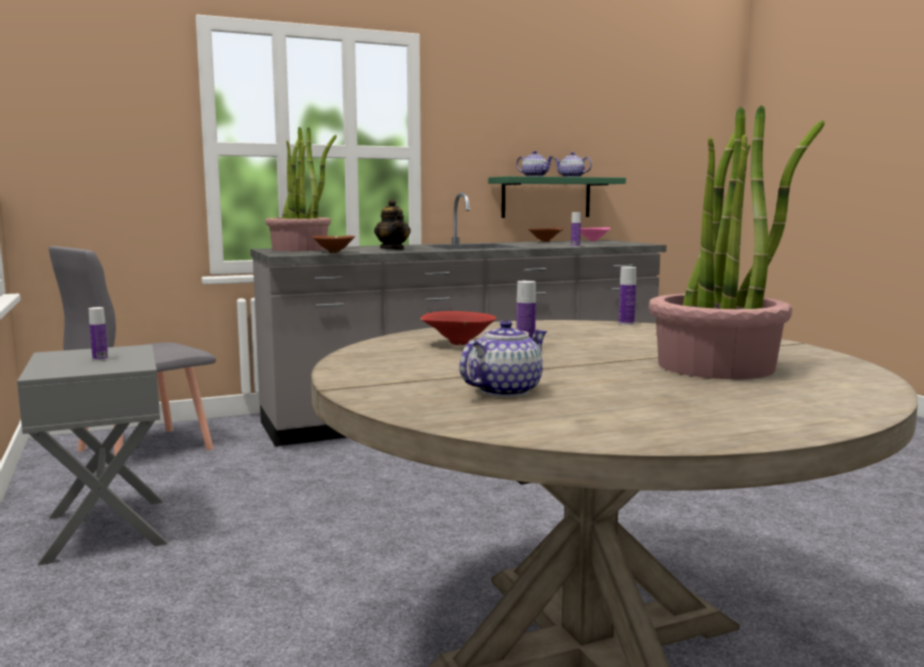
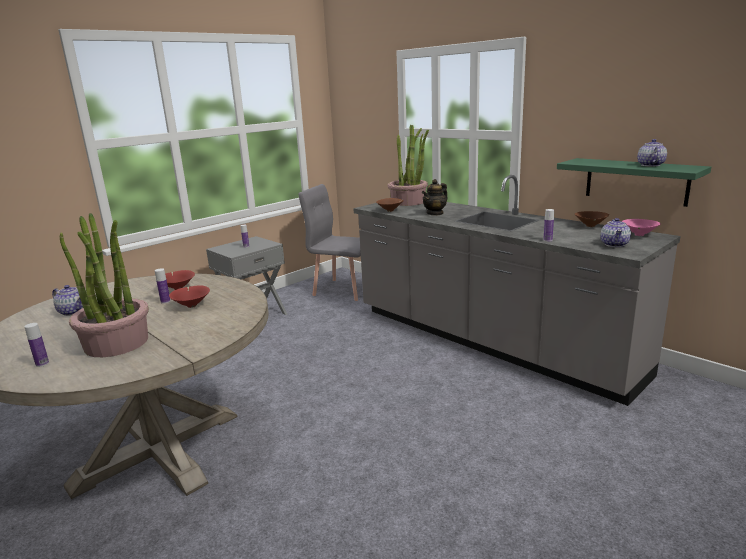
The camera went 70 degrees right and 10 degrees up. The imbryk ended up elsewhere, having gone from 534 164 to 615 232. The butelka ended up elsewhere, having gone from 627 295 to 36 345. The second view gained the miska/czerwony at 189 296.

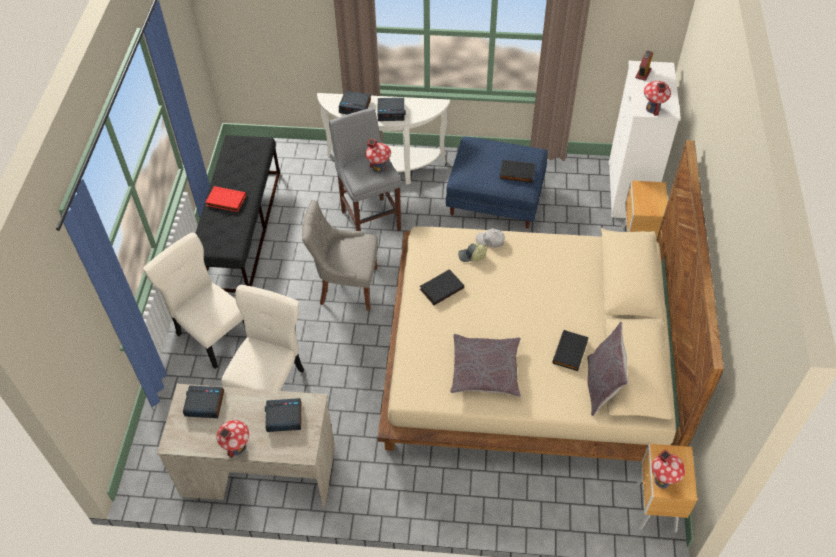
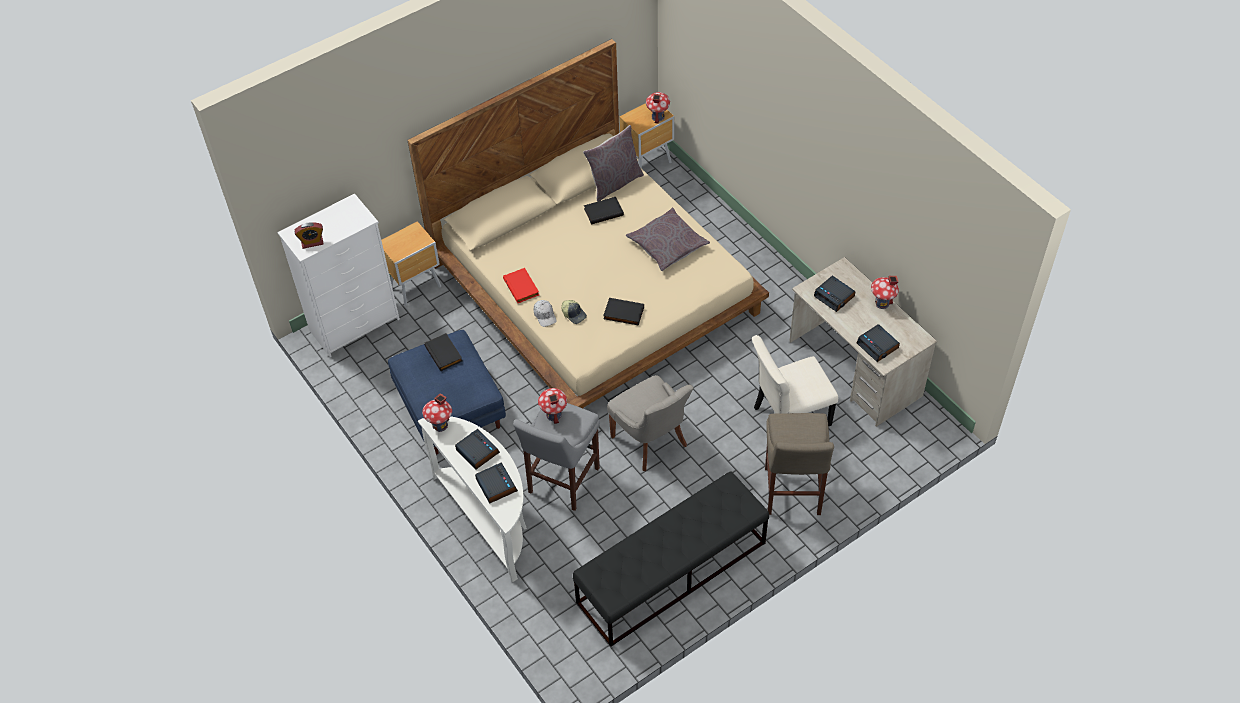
The camera went 130 degrees left and 0 degrees up. Where the krzesło/beżowy stood at 194 301, the stołek/beżowy came to stand at 799 464. The książka/czerwony ended up elsewhere, having gone from 226 199 to 521 285. The domek ended up elsewhere, having gone from 657 98 to 437 412.

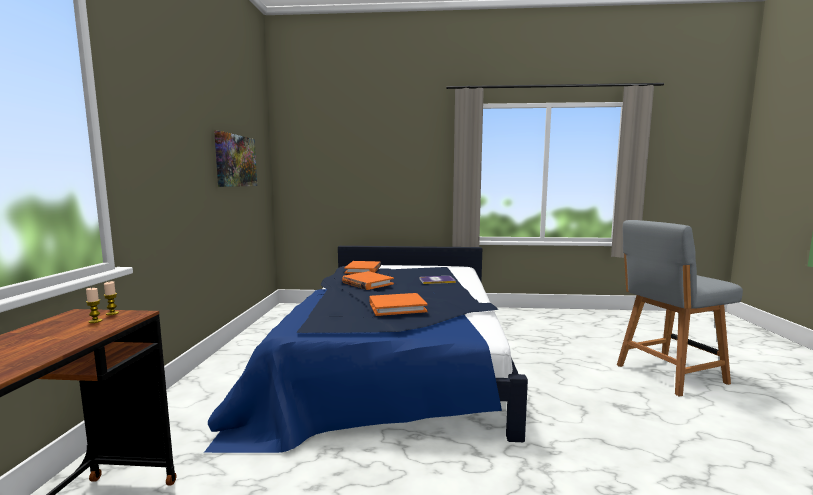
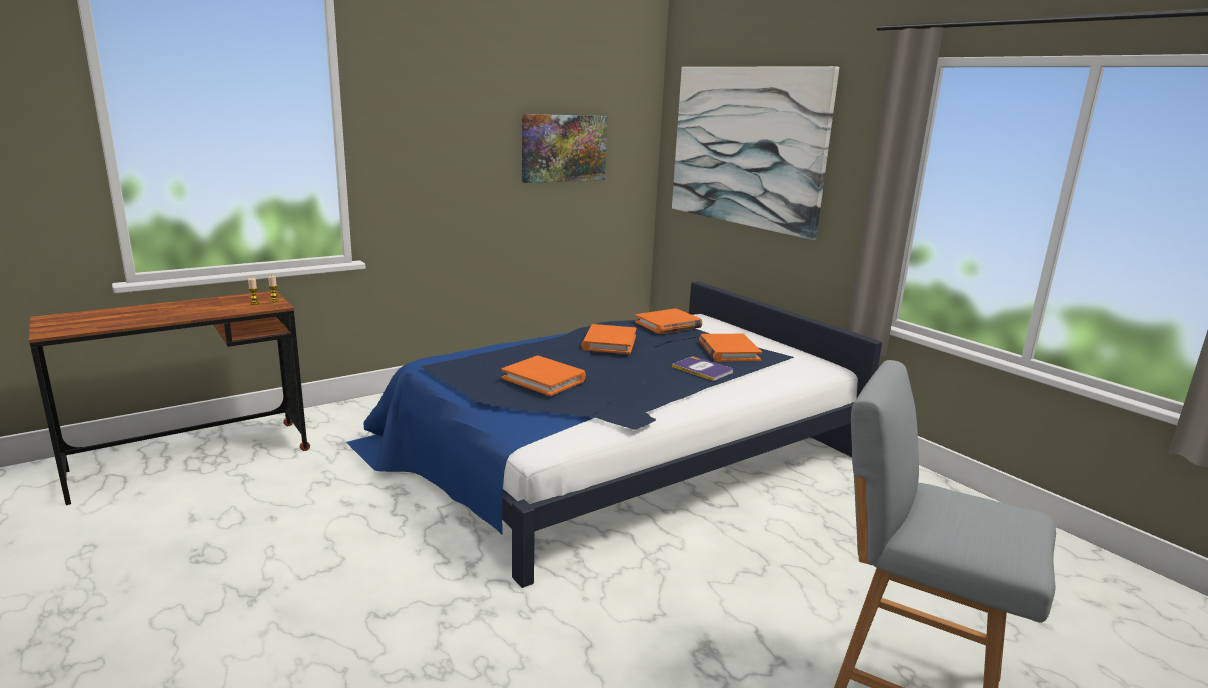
The camera went 50 degrees right and 10 degrees up. The second view gained the obraz at 755 153. The second view gained the książka/pomarańczowy at 730 348.

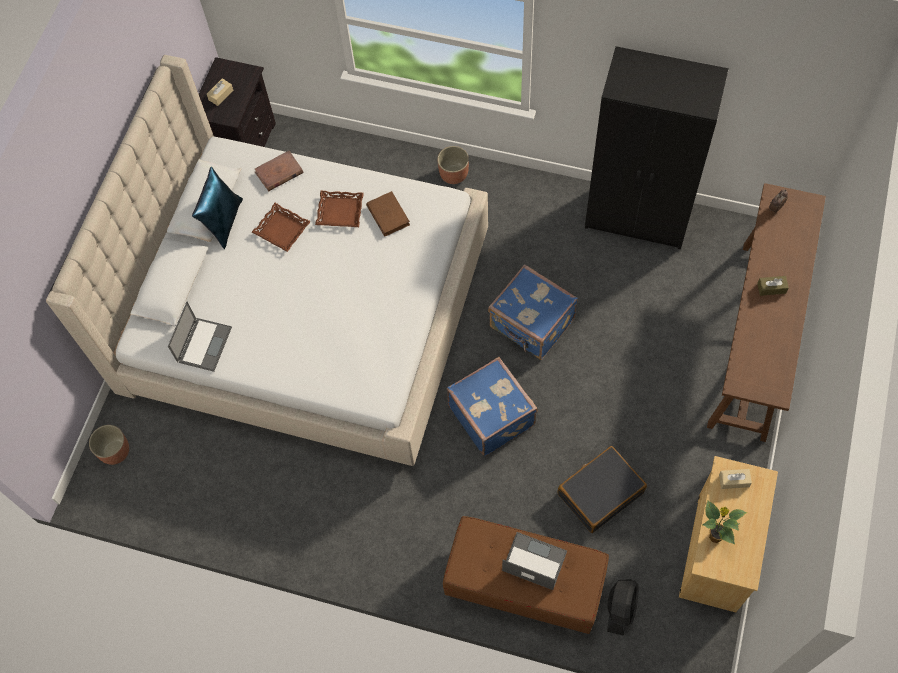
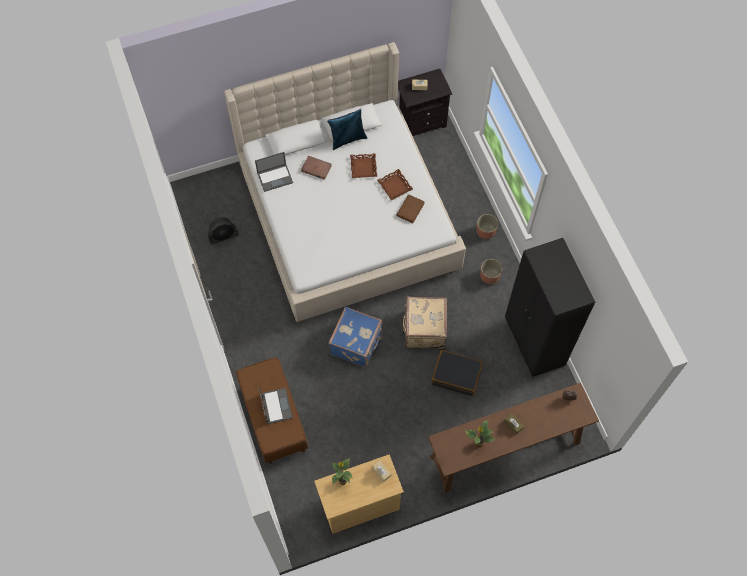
The camera went 50 degrees right and 0 degrees up. The donica ended up elsewhere, having gone from 109 445 to 491 271. The książka/brązowy ended up elsewhere, having gone from 279 171 to 316 168. What was the walizka/niebieski at 533 312 turned into the walizka/beżowy at 424 322. The walizka/czarny ended up elsewhere, having gone from 602 489 to 457 373. The wentylator/czarny ended up elsewhere, having gone from 623 607 to 223 230. The second view gained the roślina doniczkowa at 480 433.

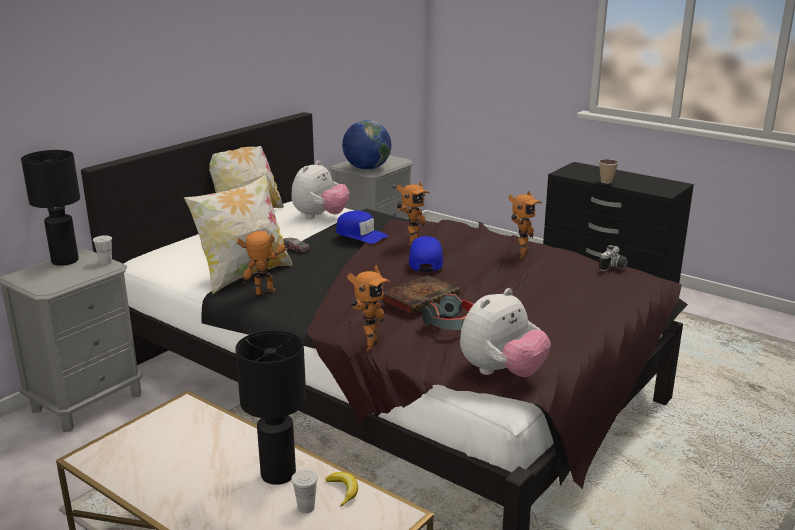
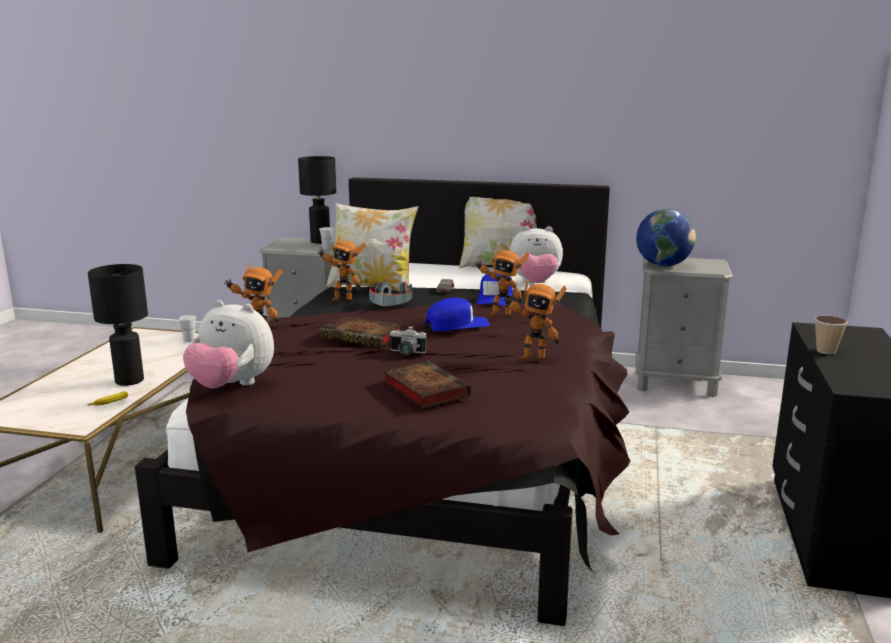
The camera went 65 degrees right and 5 degrees down. The robot zabawkowy at 264 263 ended up facing another way, 150 degrees clockwise from before. The filiżanka/biały ended up elsewhere, having gone from 304 491 to 187 328. The słuchawki ended up elsewhere, having gone from 448 311 to 391 293. The aparat fotograficzny ended up elsewhere, having gone from 613 258 to 408 340. The second view gained the książka at 427 385.

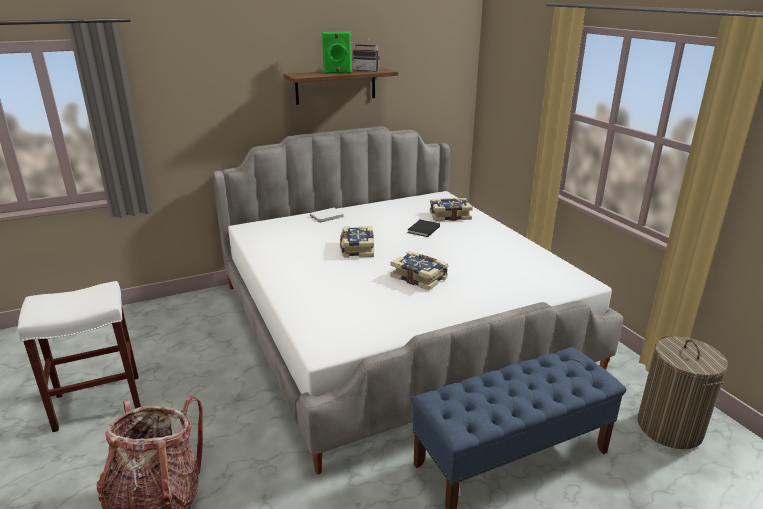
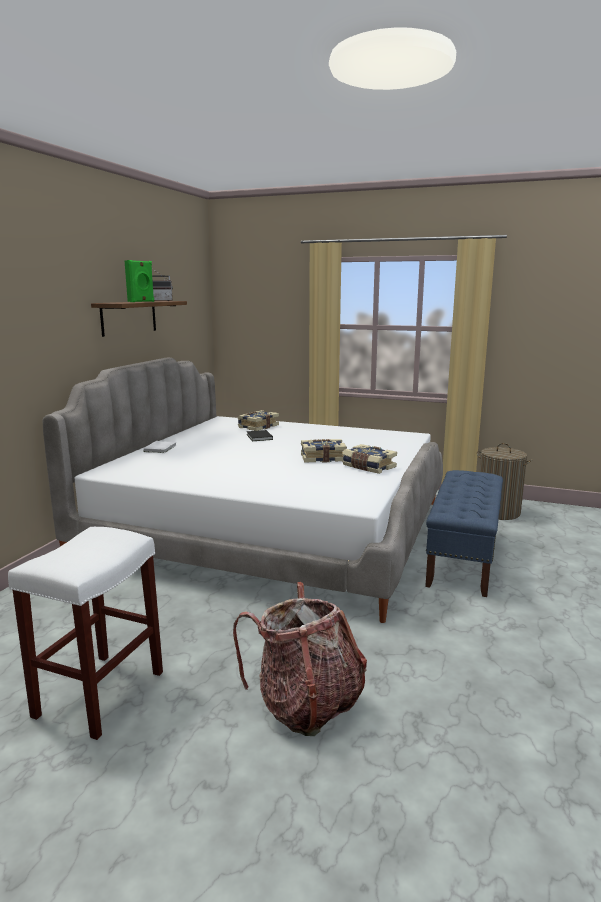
The camera went 45 degrees left and 10 degrees down. The książka ended up elsewhere, having gone from 357 242 to 369 459.

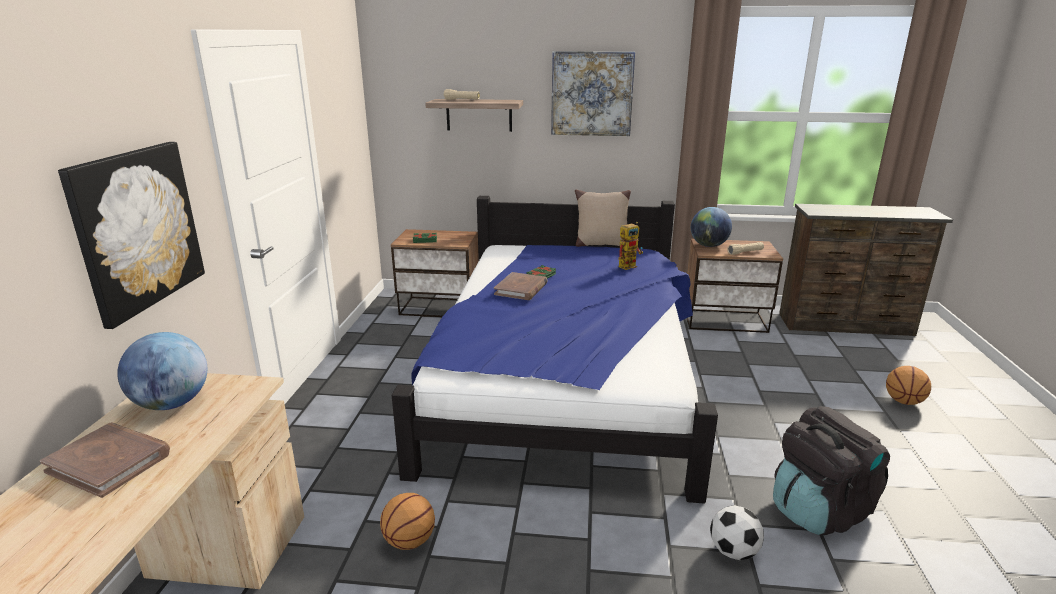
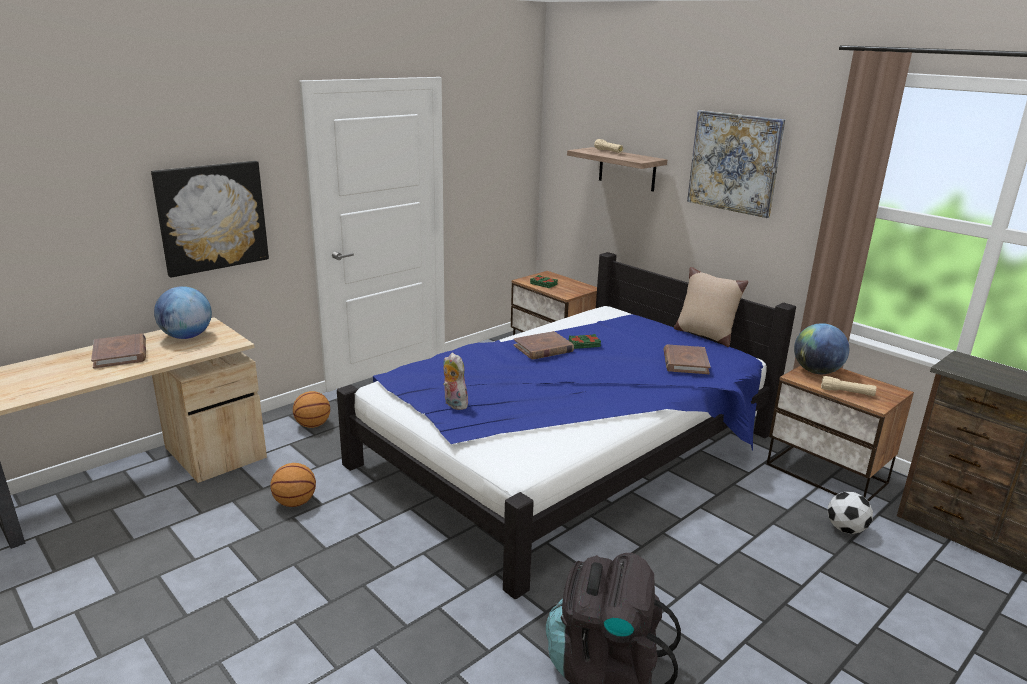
The camera went 40 degrees right and 0 degrees up. Where the robot zabawkowy stood at 630 246, the książka/brązowy came to stand at 687 359. The piłka futbolowa ended up elsewhere, having gone from 737 532 to 850 513. The piłka do koszykówki ended up elsewhere, having gone from 908 385 to 311 409. The second view gained the pluszak at 455 381.

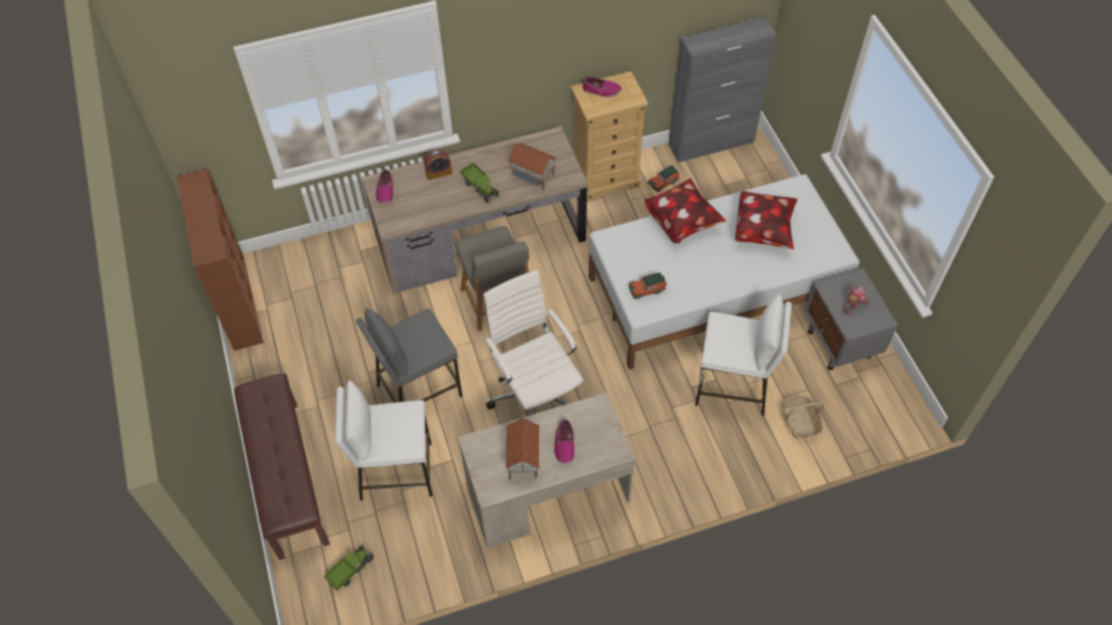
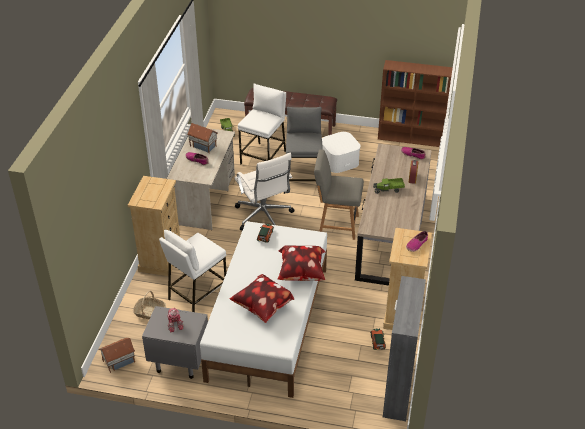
The camera went 120 degrees right and 15 degrees down. The krzesło biurowe/biały at 533 342 ended up facing another way, 60 degrees clockwise from before. The domek ended up elsewhere, having gone from 532 166 to 117 355. The second view gained the komoda/beżowy at 154 226. The second view gained the pojemnik do przechowywania/biały at 341 152.

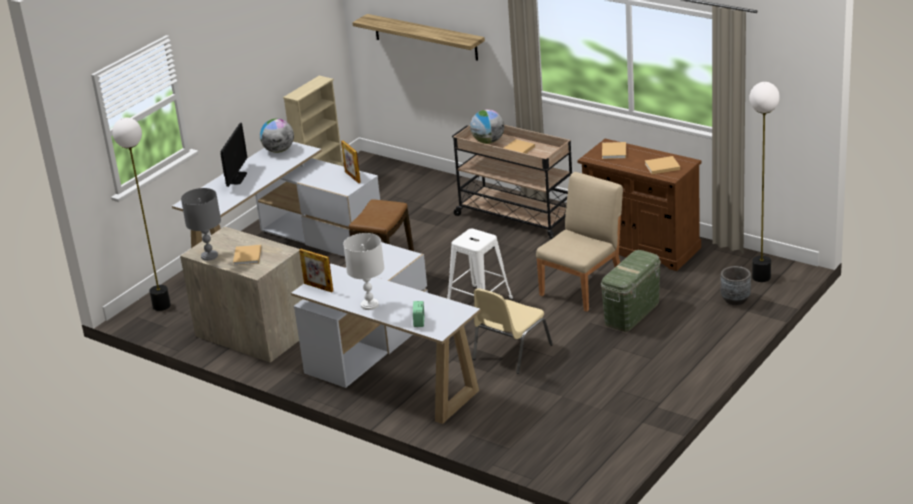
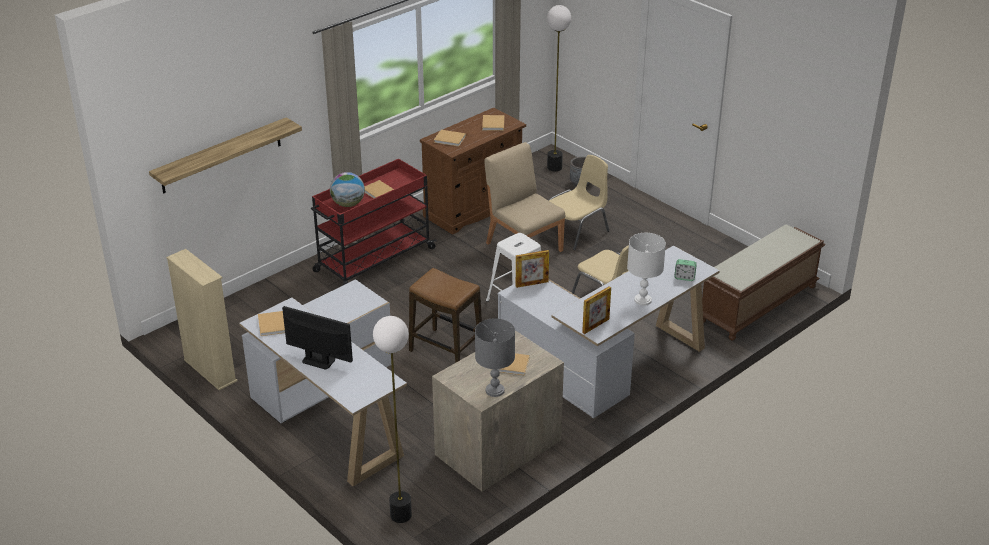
The camera went 80 degrees left and 5 degrees up. Where the globus stood at 277 135, the książka/beżowy came to stand at 271 323. The ramka na zdjęcie ended up elsewhere, having gone from 351 162 to 532 269. What was the wózek/beżowy at 512 182 turned into the wózek/czerwony at 374 222. Where the pojemnik do przechowywania/zielony stood at 631 290, the krzesło/beżowy came to stand at 578 202. The second view gained the ławka/brązowy at 764 282.

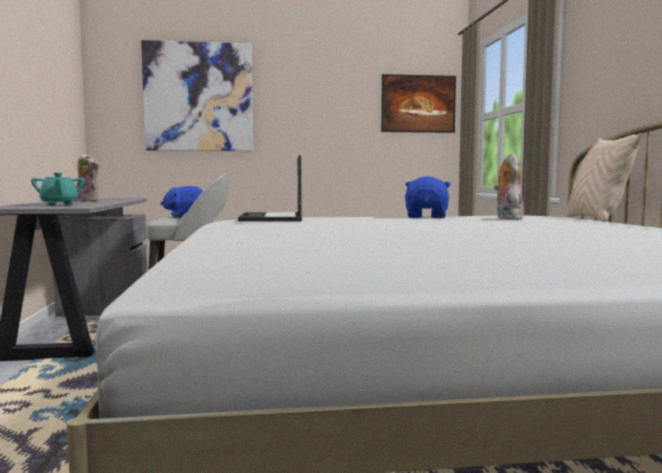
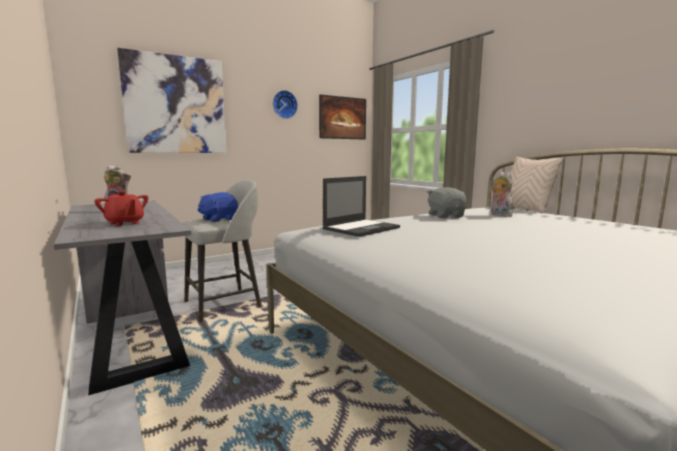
The camera went 25 degrees left and 5 degrees up. What was the imbryk/turkusowy at 58 189 turned into the imbryk/czerwony at 121 208. The laptop at 270 188 ended up facing another way, 105 degrees counterclockwise from before. What was the pluszak/niebieski at 428 197 turned into the pluszak/szary at 447 202. The second view gained the zegar ścienny at 285 104.

